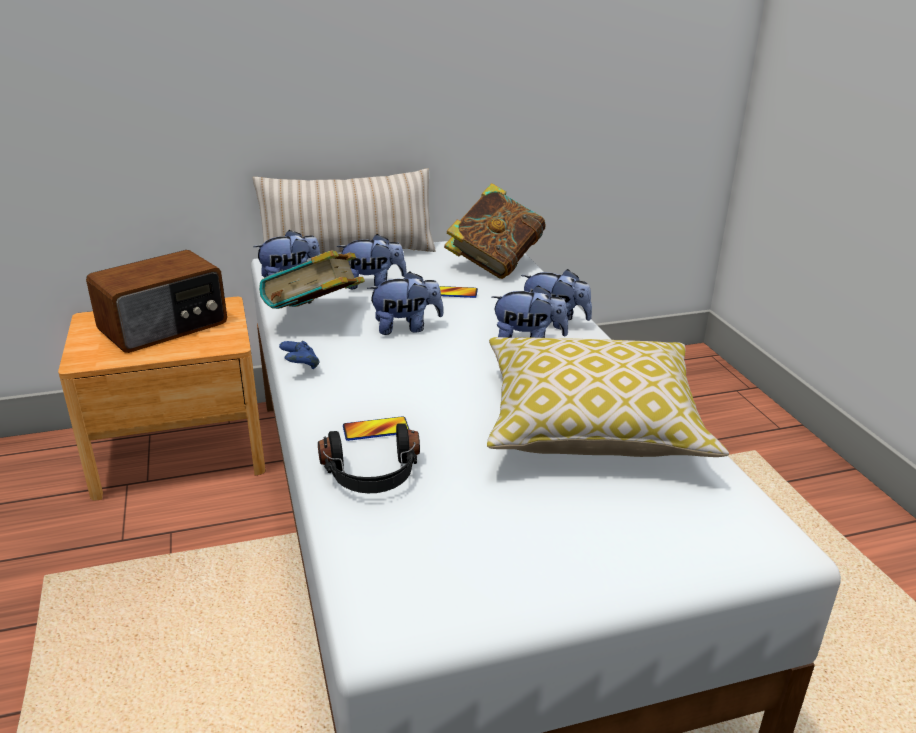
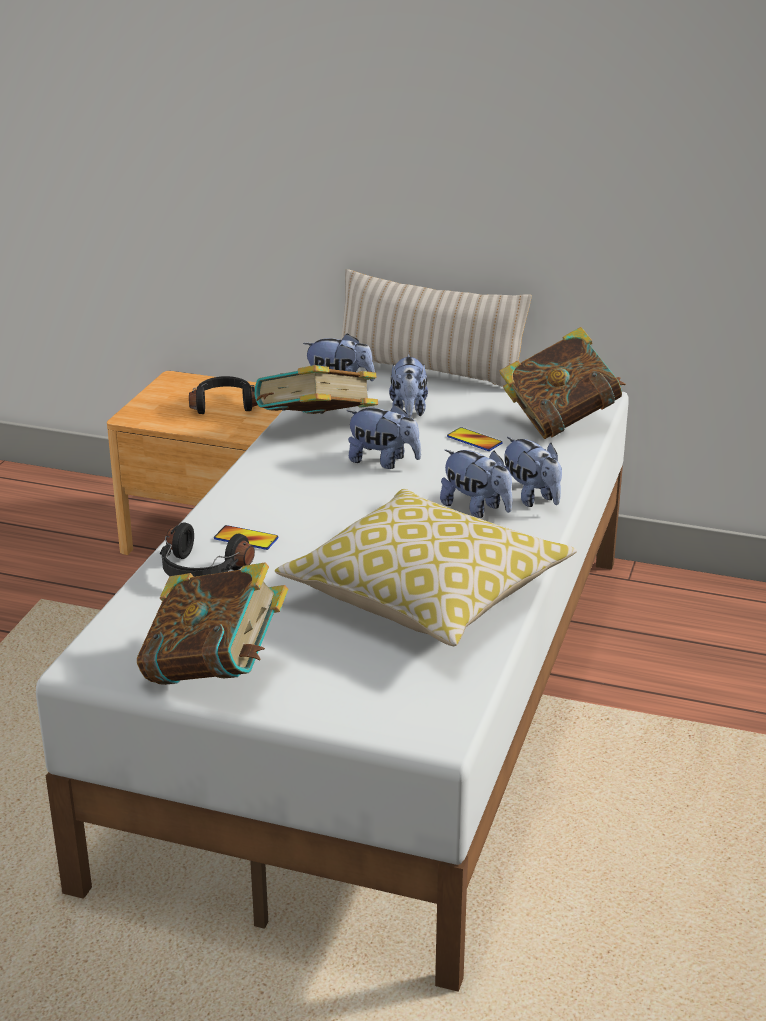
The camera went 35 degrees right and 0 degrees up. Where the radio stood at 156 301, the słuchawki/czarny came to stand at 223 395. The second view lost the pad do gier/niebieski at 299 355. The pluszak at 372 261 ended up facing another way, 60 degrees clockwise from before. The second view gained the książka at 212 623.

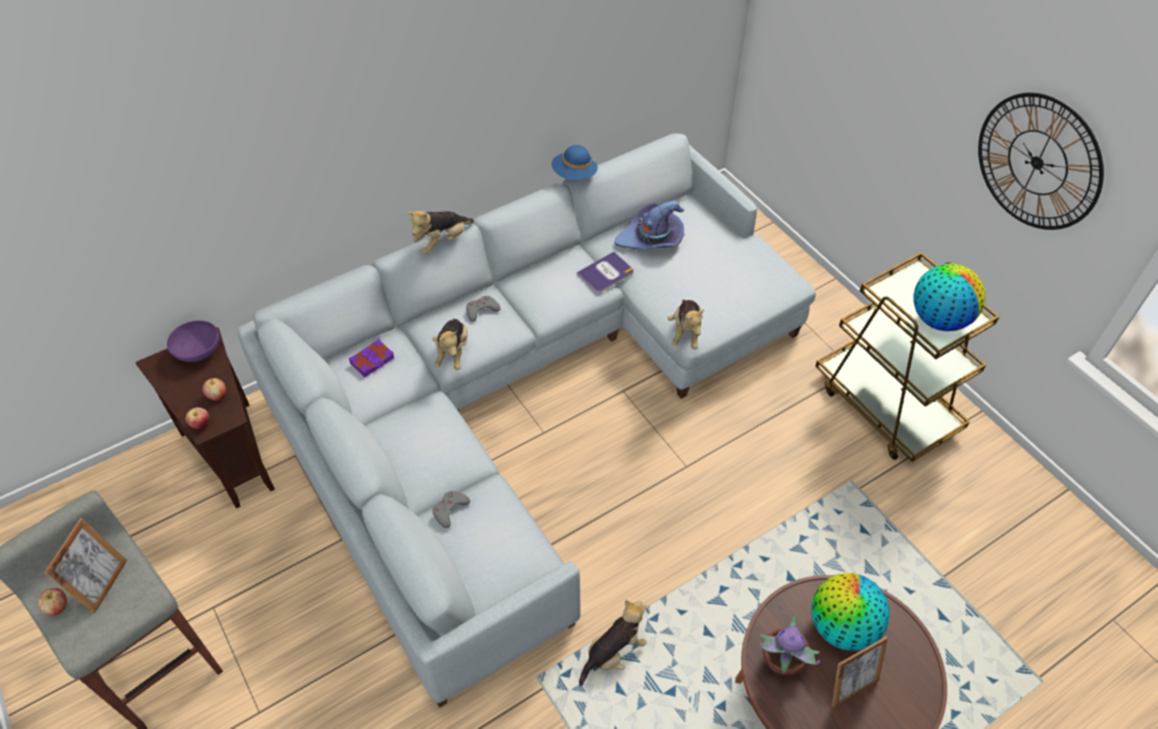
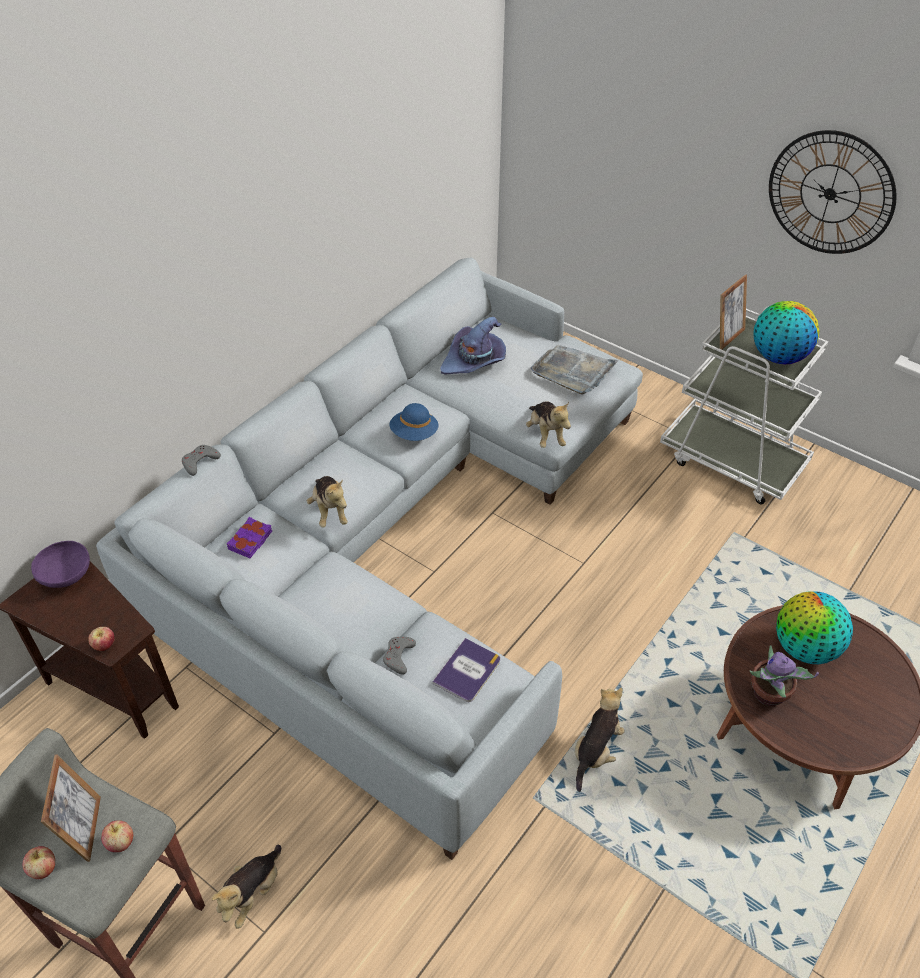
The camera went 20 degrees left and 5 degrees down. The jabłko ended up elsewhere, having gone from 214 389 to 117 836. The pluszak ended up elsewhere, having gone from 440 232 to 246 886. The pad do gier/szary ended up elsewhere, having gone from 483 309 to 201 460. The kapelusz/niebieski ended up elsewhere, having gone from 574 162 to 413 422. The książka ended up elsewhere, having gone from 605 272 to 466 670. What was the wózek/brązowy at 907 357 turned into the wózek/biały at 744 405. The ramka na zdjęcie ended up elsewhere, having gone from 860 671 to 733 312. The second view gained the taca/szary at 574 370.

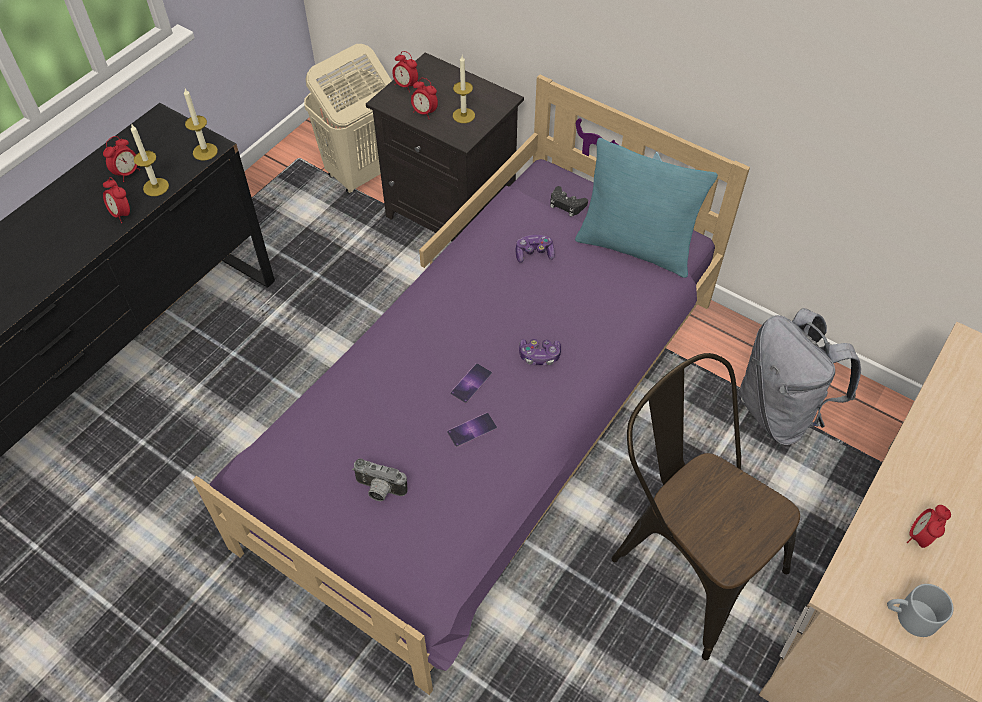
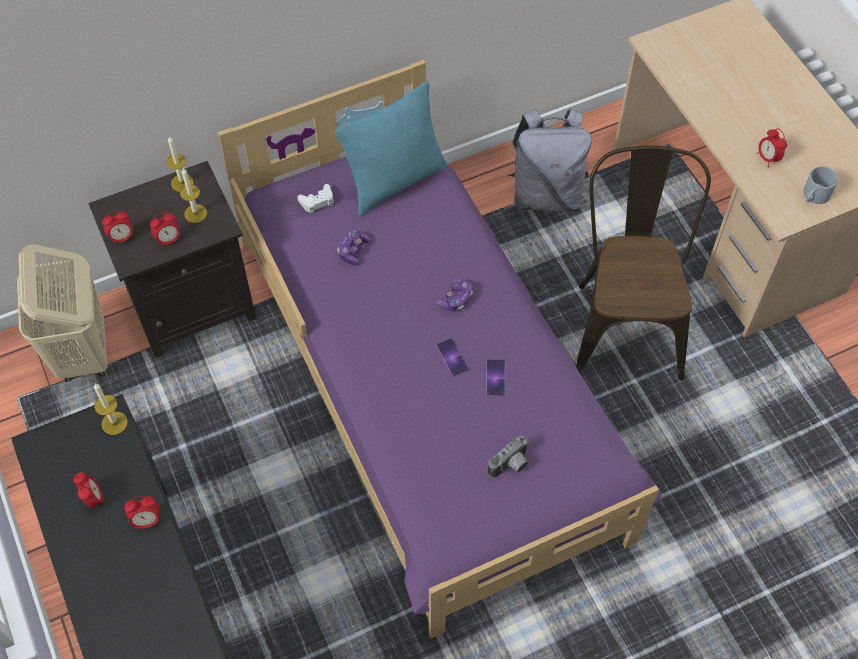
The camera went 60 degrees left and 5 degrees up. The świeca ended up elsewhere, having gone from 150 160 to 180 164. What was the pad do gier/czarny at 569 201 turned into the pad do gier/biały at 315 199. The krzesło/brązowy at 705 506 ended up facing another way, 105 degrees clockwise from before.

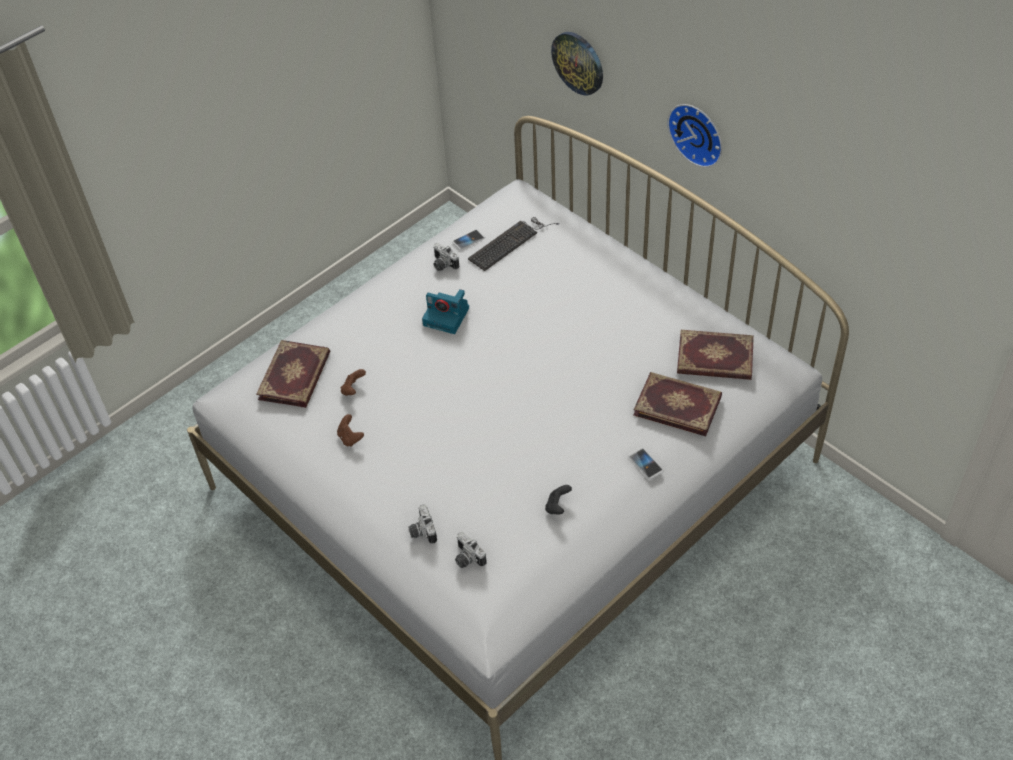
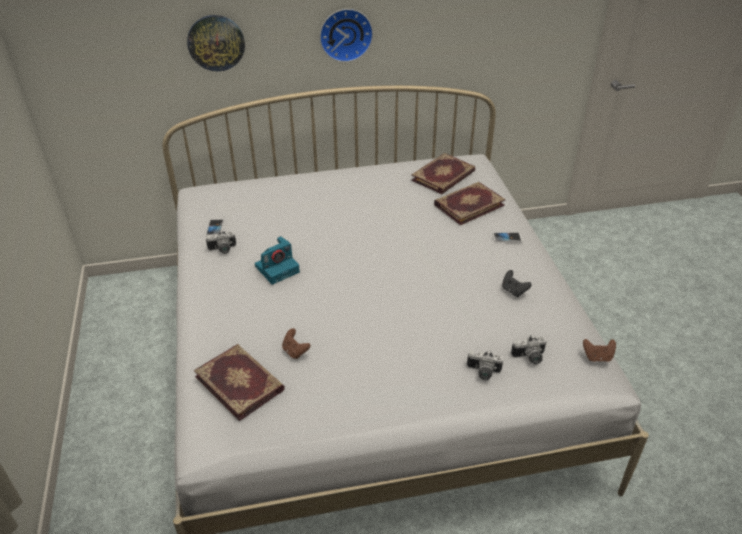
The camera went 60 degrees left and 10 degrees down. The pad do gier/brązowy ended up elsewhere, having gone from 350 430 to 599 350. The second view lost the klawiatura at 513 244.

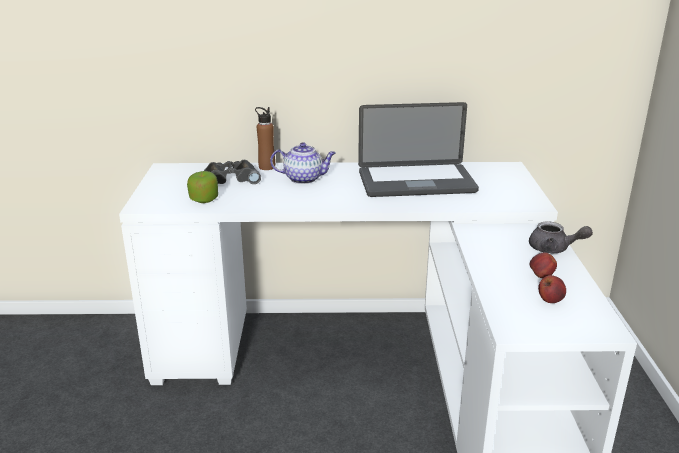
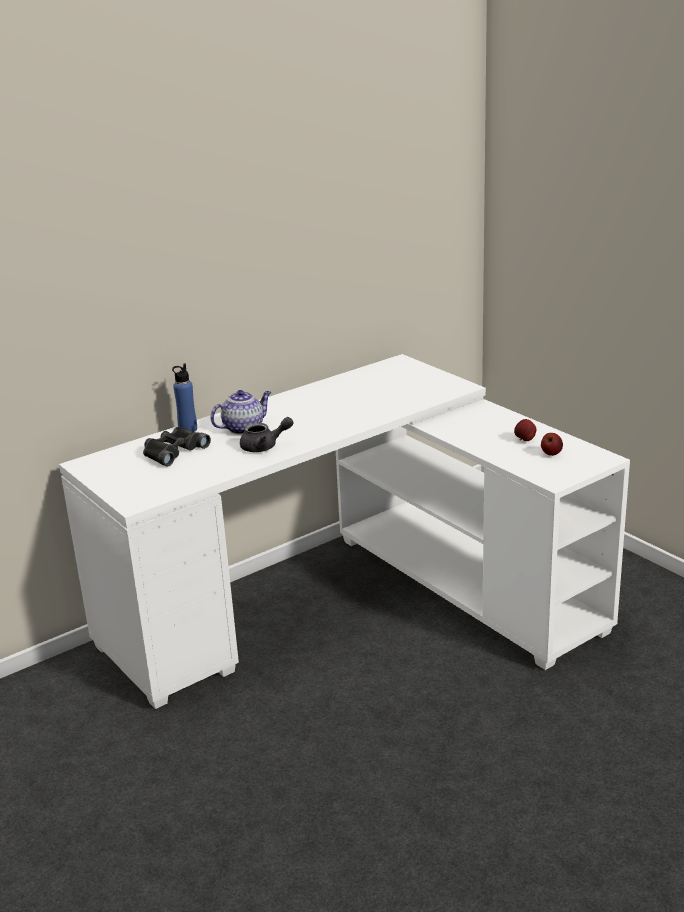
The camera went 35 degrees left and 0 degrees up. The second view lost the jabłko at 202 187. What was the butelka/brązowy at 265 138 turned into the butelka/niebieski at 184 397. The second view lost the laptop at 418 149. The imbryk/szary ended up elsewhere, having gone from 561 237 to 267 434.

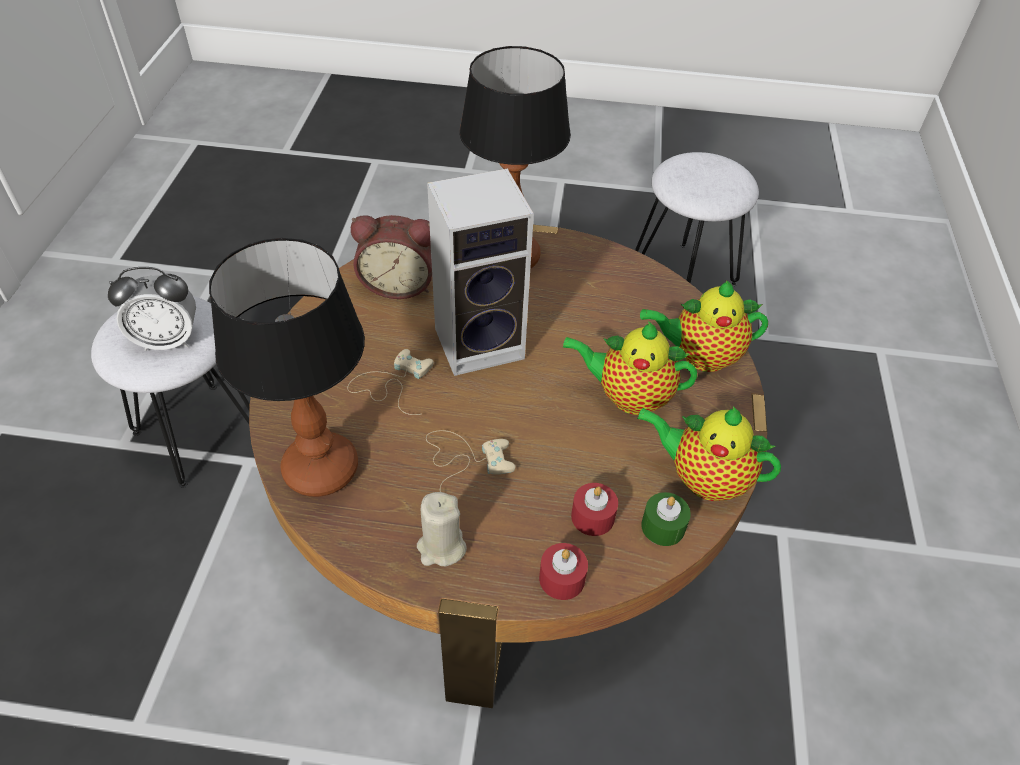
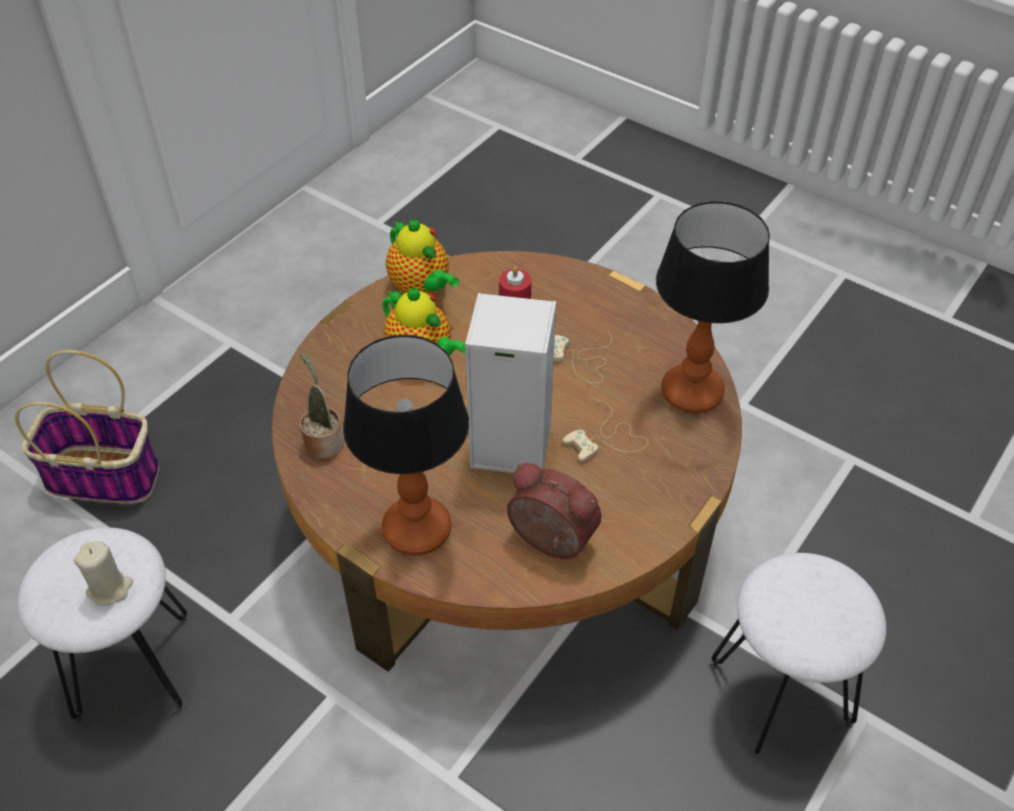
The camera went 150 degrees left and 0 degrees up. The second view lost the budzik at 152 309. The świeca/beżowy ended up elsewhere, having gone from 442 529 to 103 573. The second view lost the świeca/czerwony at 563 571. The second view lost the imbryk at 704 326. The second view lost the świeca/zielony at 666 519. The second view gained the koszyk at 87 427. The second view gained the roślina doniczkowa at 321 406.

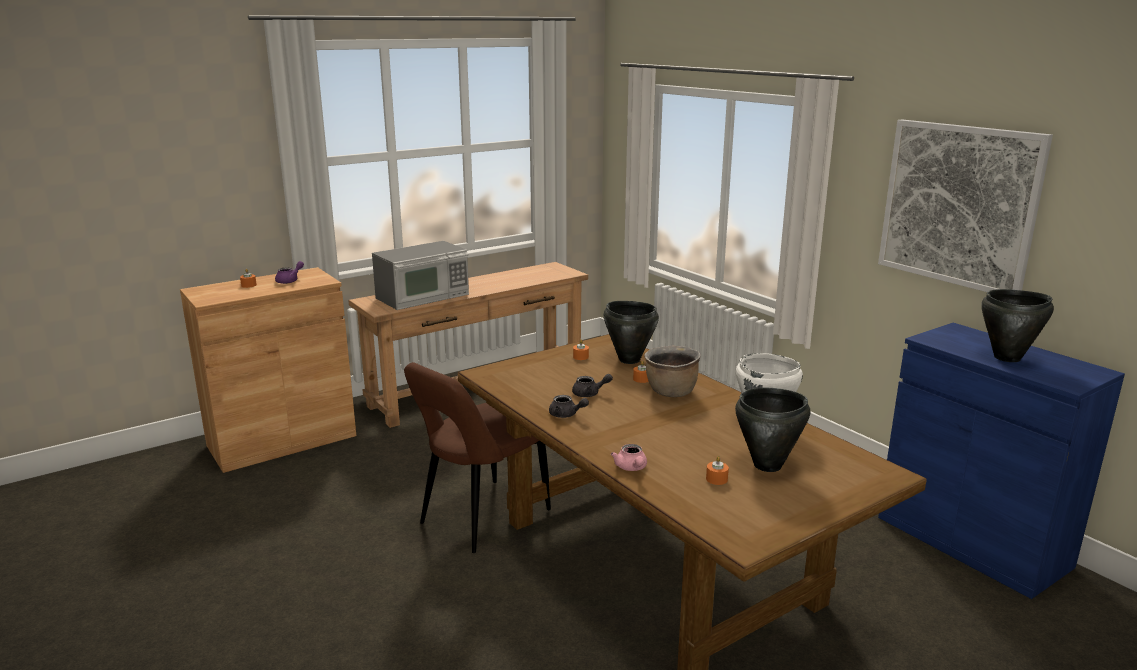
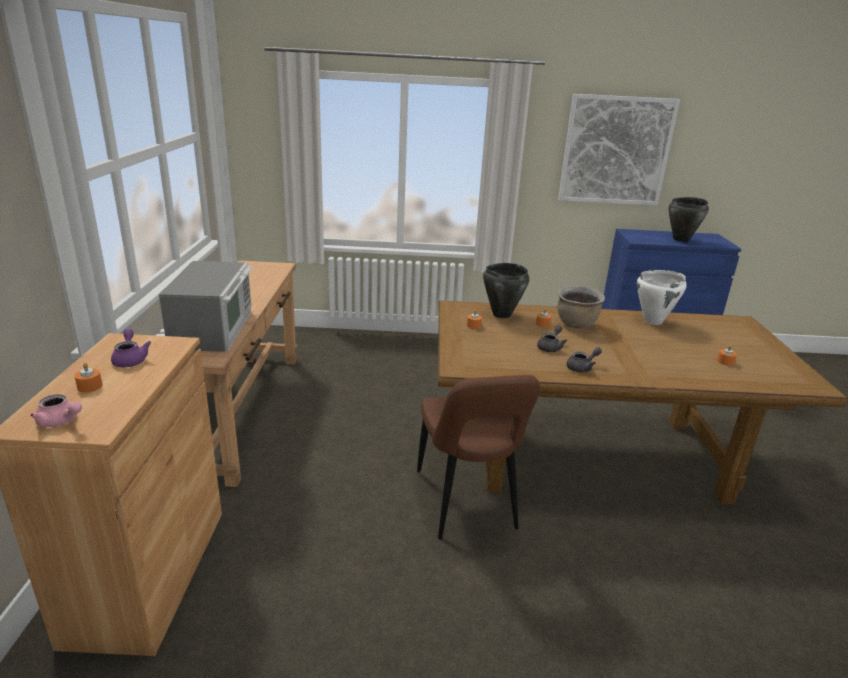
The camera went 55 degrees left and 5 degrees up. The imbryk/różowy ended up elsewhere, having gone from 629 457 to 56 410. The second view lost the garnek/czarny at 772 430.

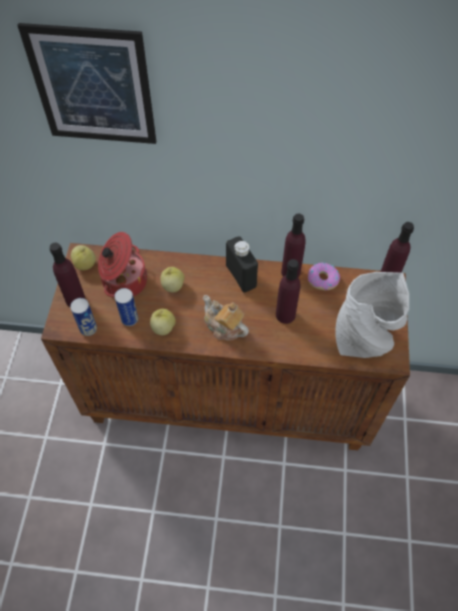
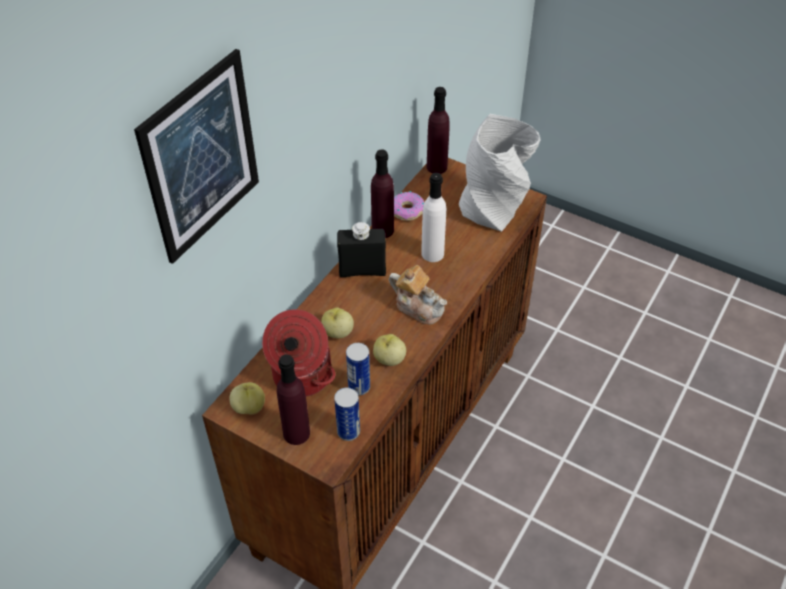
The camera went 65 degrees left and 10 degrees down. The imbryk at 226 317 ended up facing another way, 120 degrees counterclockwise from before. What was the butelka/fioletowy at 288 291 turned into the butelka/biały at 433 217.

